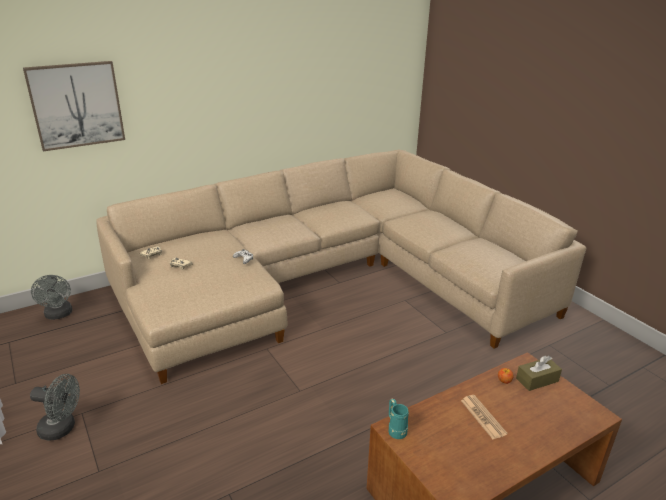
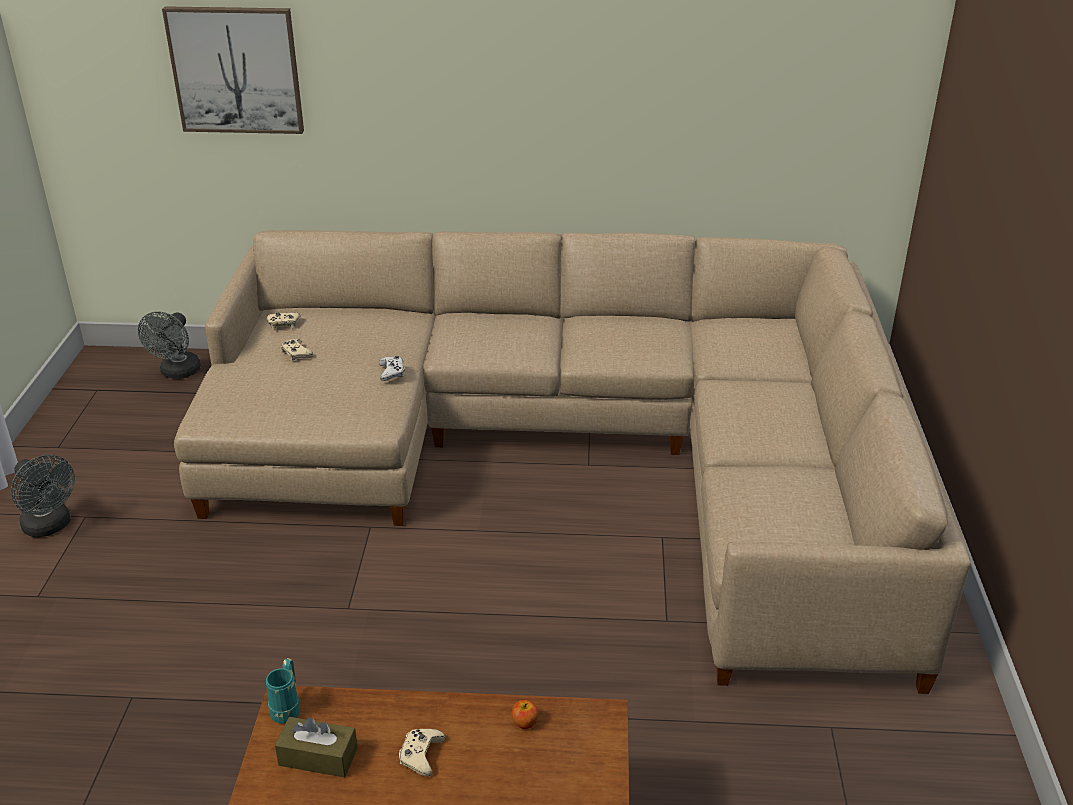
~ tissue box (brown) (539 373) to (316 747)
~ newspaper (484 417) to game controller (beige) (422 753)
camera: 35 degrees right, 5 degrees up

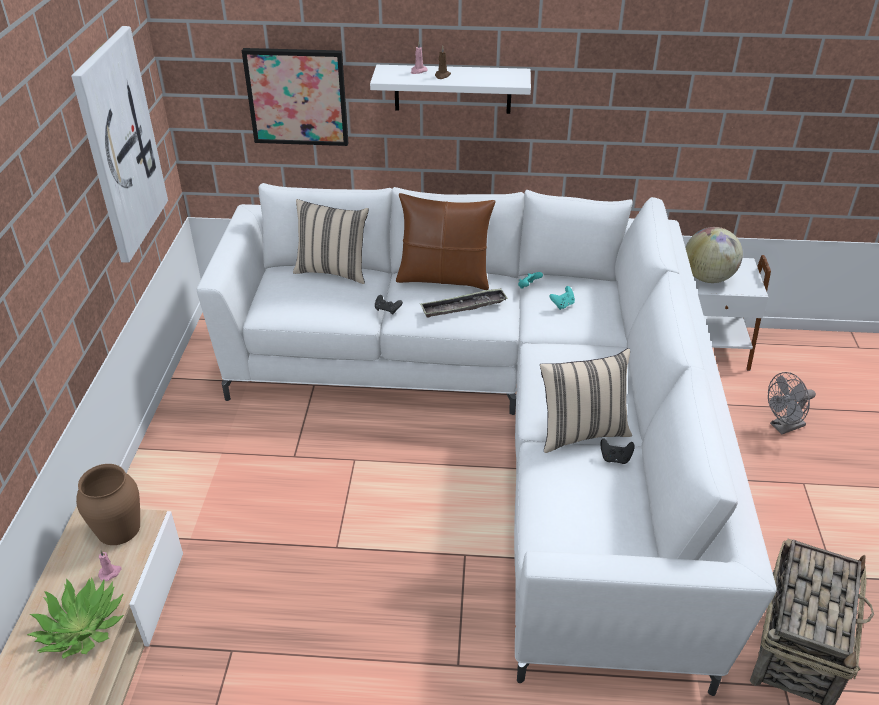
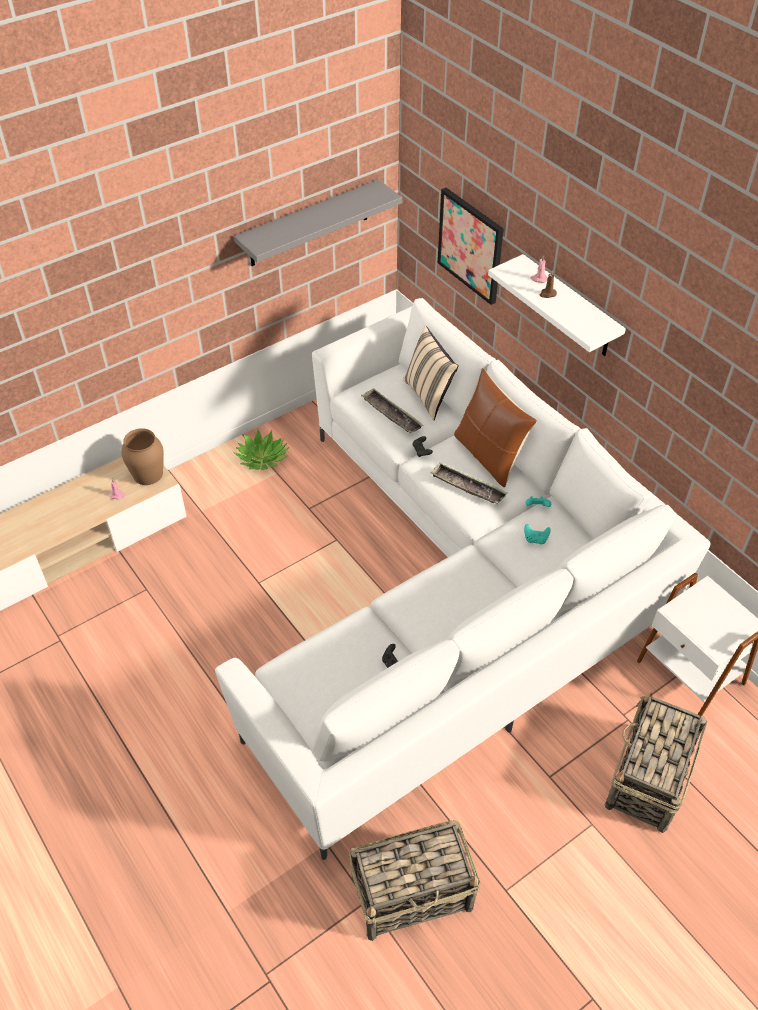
~ picture (119 144) to shelf (grey) (318 222)
- globe (714 255)
- pillow (beige) (586 400)
~ fan (grey) (792 403) to basket (656 762)
~ potted plant (75 618) to (261 449)
+ tray (392 410)
camera: 50 degrees right, 10 degrees up

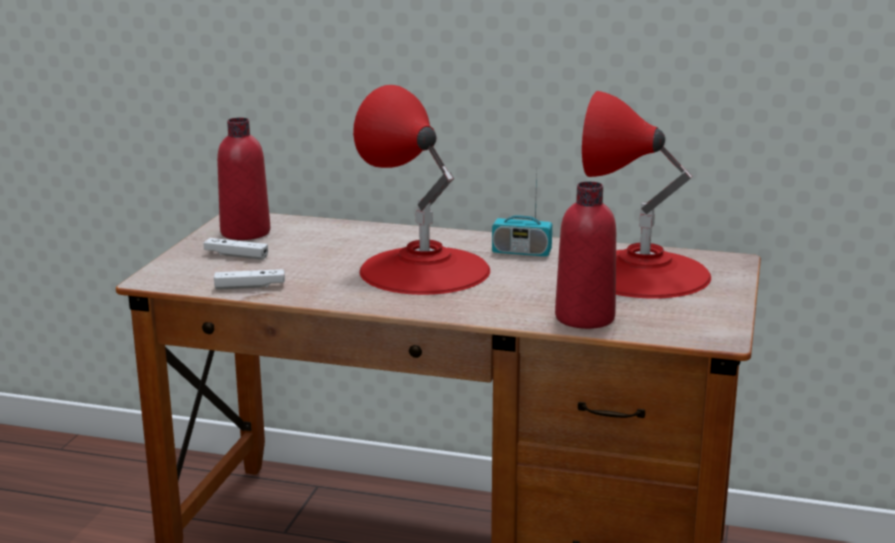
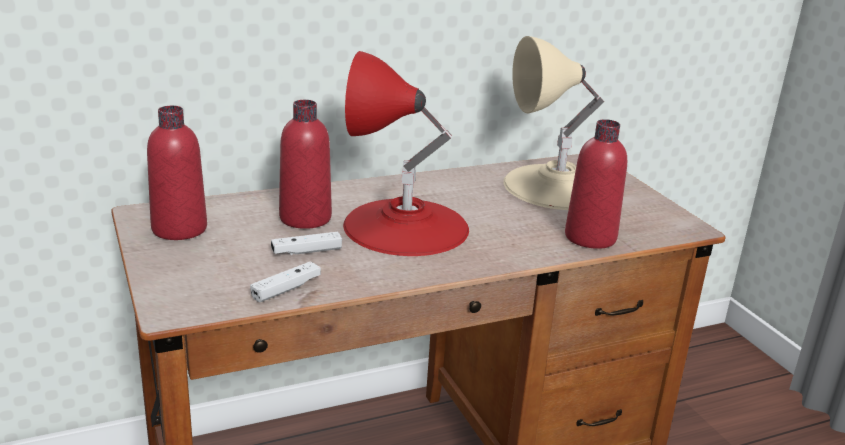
~ table lamp (red) (646 195) to table lamp (beige) (553 123)
- radio (522 212)
~ game controller (white) (235 249) to (306 243)
+ bottle (red) (305 164)
camera: 40 degrees left, 5 degrees up

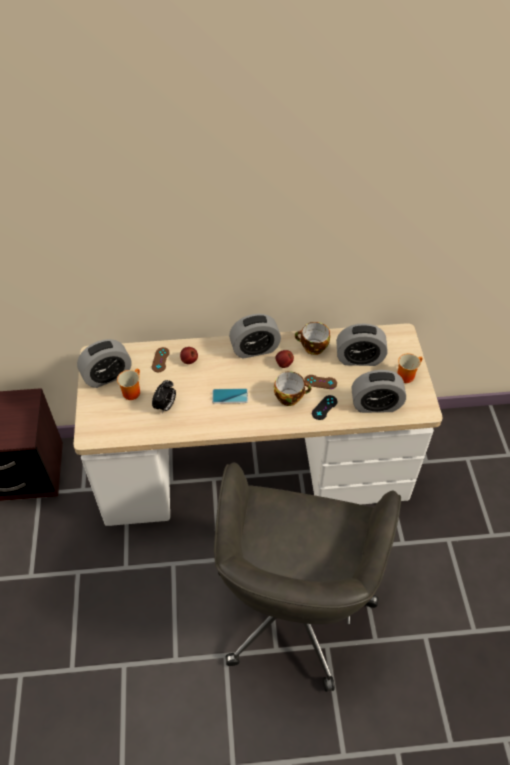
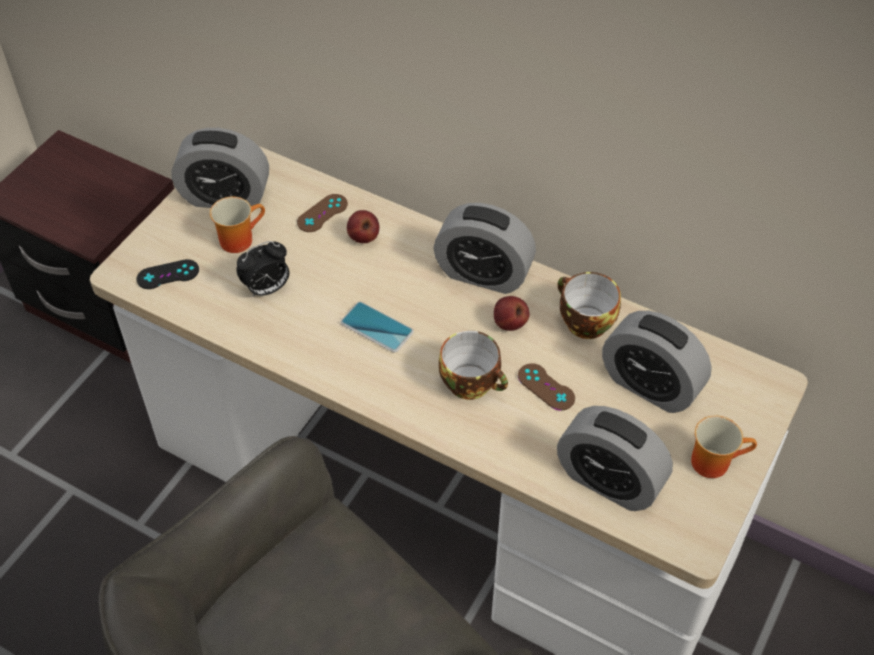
~ game controller (black) (325 407) to (167 274)
camera: 35 degrees right, 0 degrees up

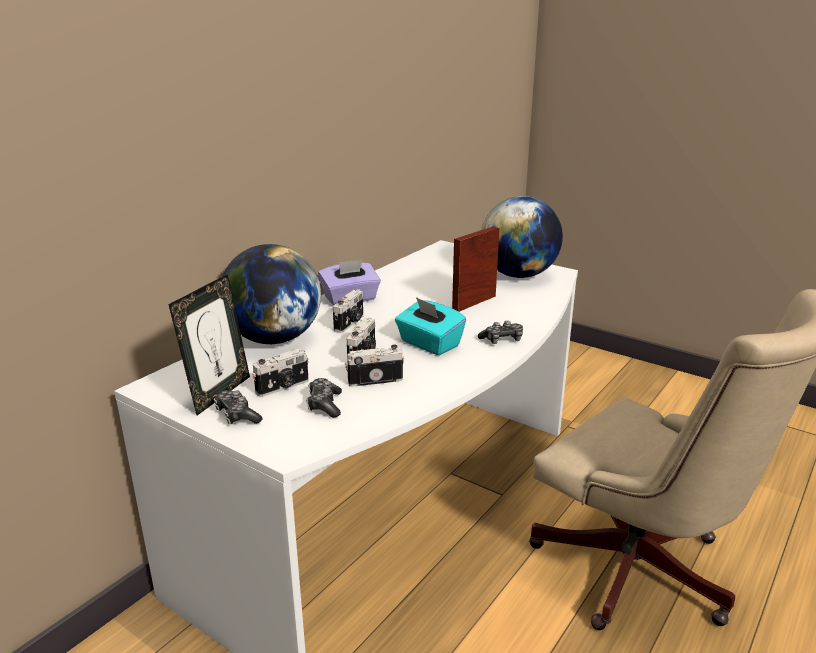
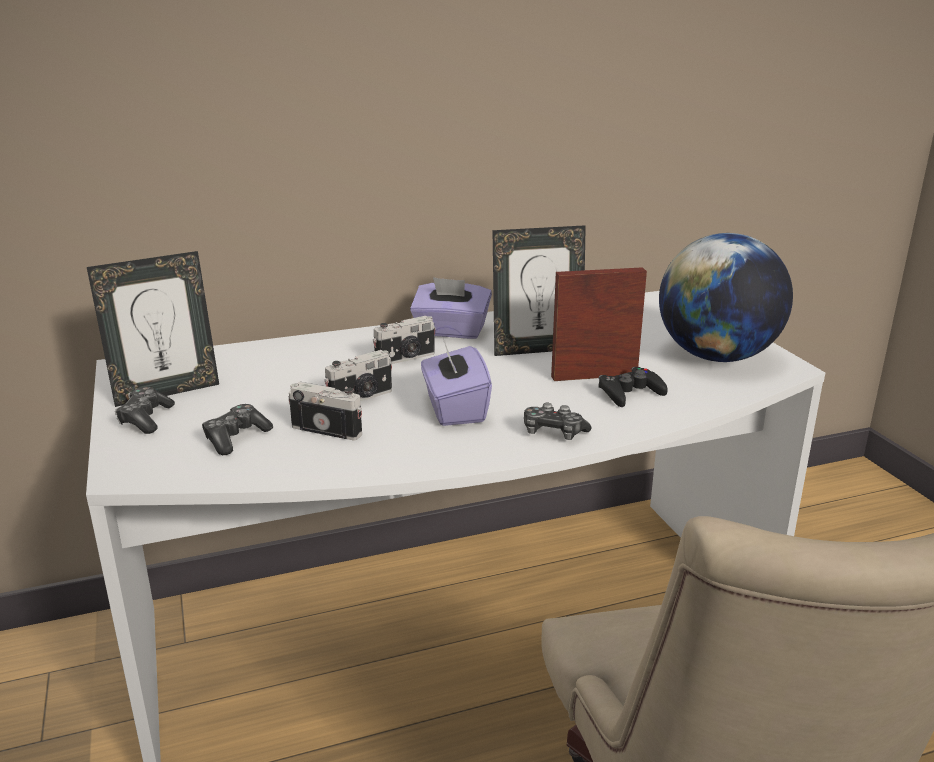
- globe (271 294)
~ tissue box (turquoise) (430 326) to tissue box (purple) (456 382)
- photo camera (280 372)
+ picture frame (539 290)
+ game controller (black) (633 387)
camera: 35 degrees right, 0 degrees up

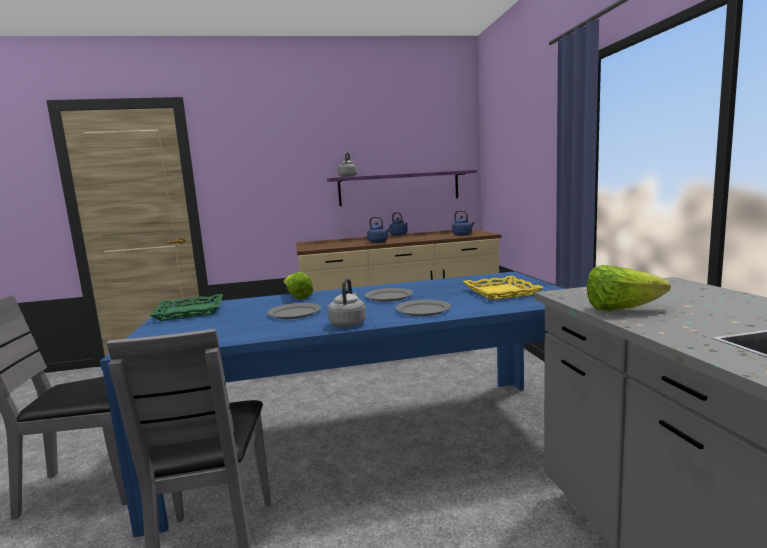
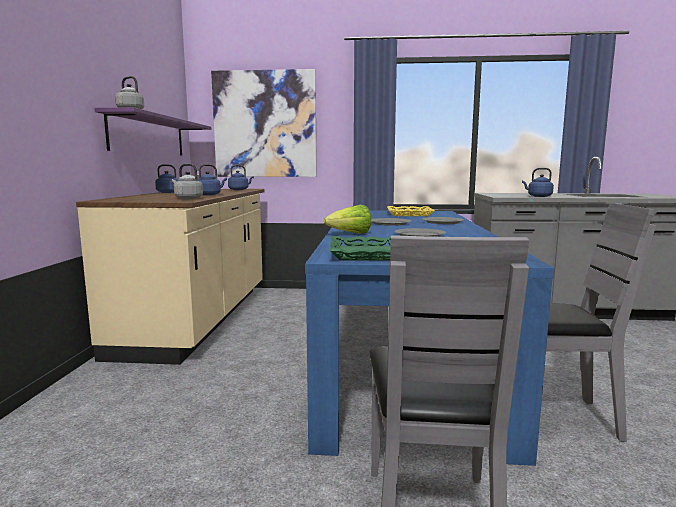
~ lettuce (629 288) to kettle (blue) (538 182)
~ kettle (grey) (347 302) to (187 181)
+ picture (264 123)
camera: 75 degrees left, 0 degrees up

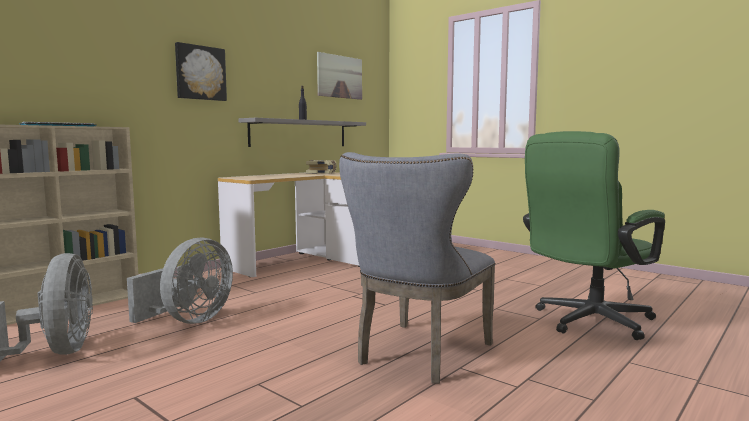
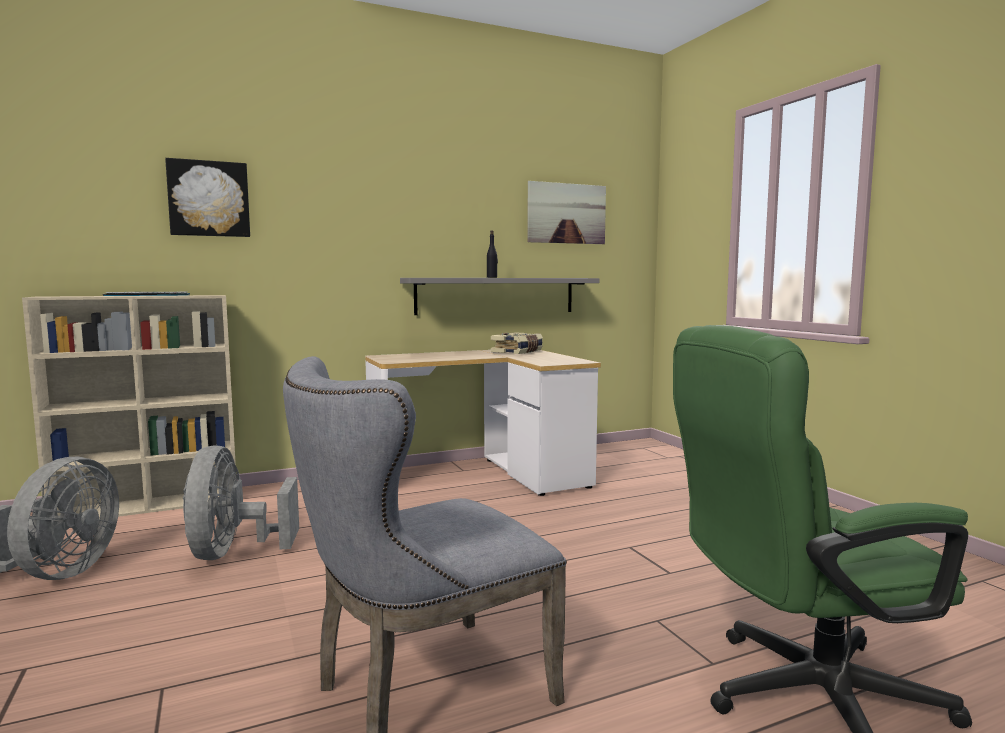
~ picture (201 71) to (207 197)
~ fan (grey) (180 280) = (241 502) 120 degrees clockwise
camera: 25 degrees right, 0 degrees up

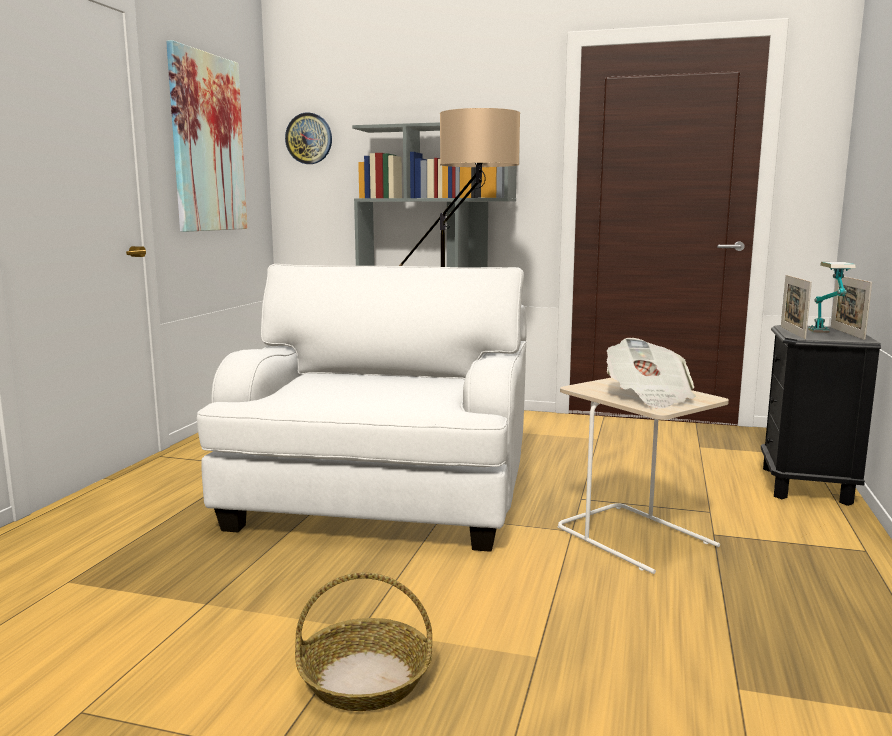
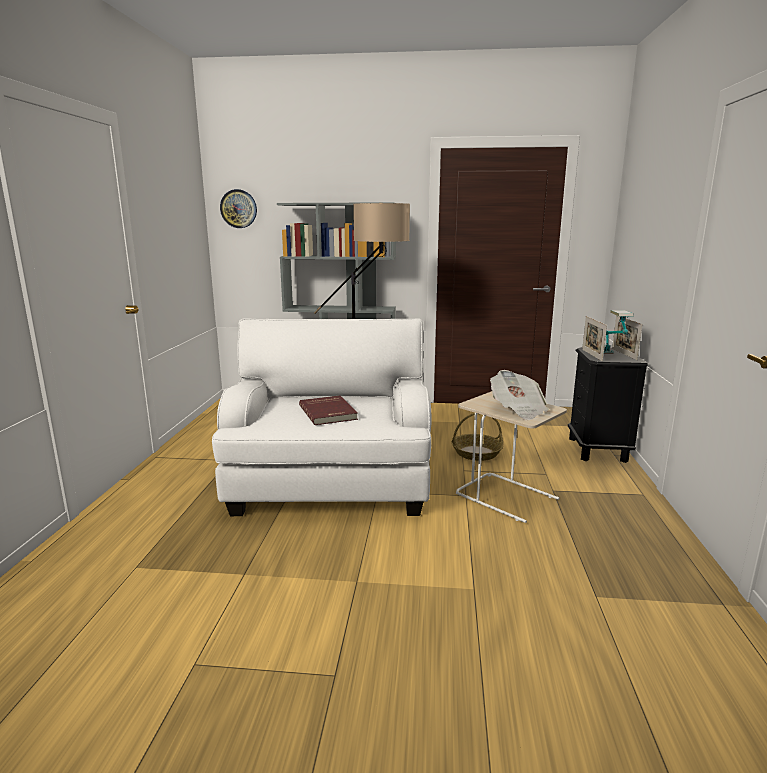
- picture (206 136)
~ basket (363 641) to (477 437)
+ book (red) (328 410)
camera: 10 degrees left, 5 degrees up

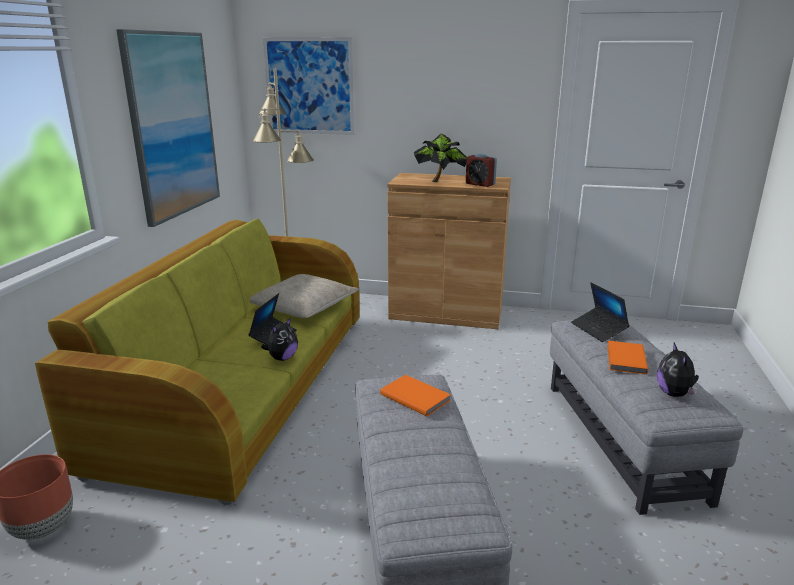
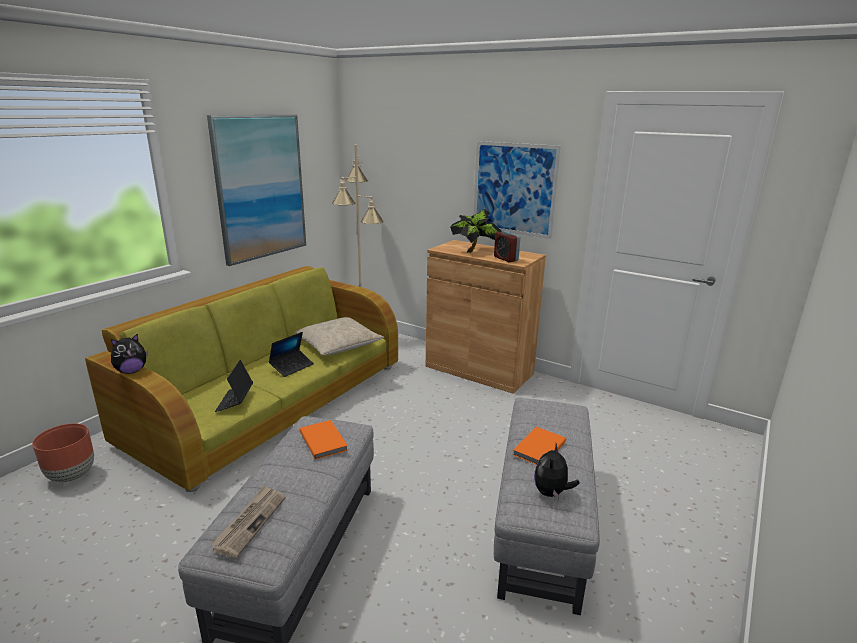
~ picture (309 86) to (517 190)
~ laptop (600 312) to (234 386)
~ plush toy (279 339) to (129 353)
+ newspaper (248 521)
camera: 20 degrees right, 0 degrees up

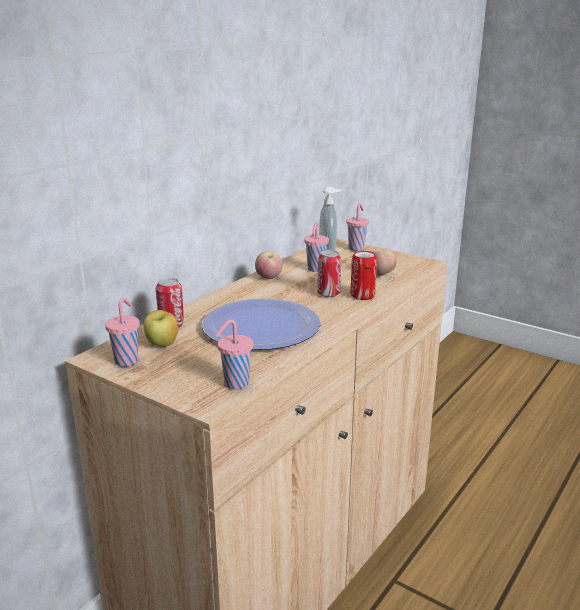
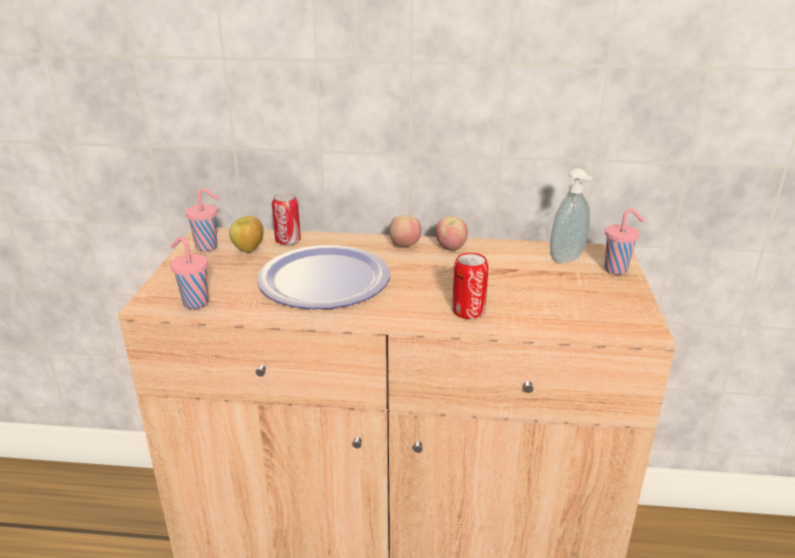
- cup (pink) (316 247)
~ apple (384 262) to (405 230)
- can (329 273)
camera: 60 degrees right, 5 degrees up

